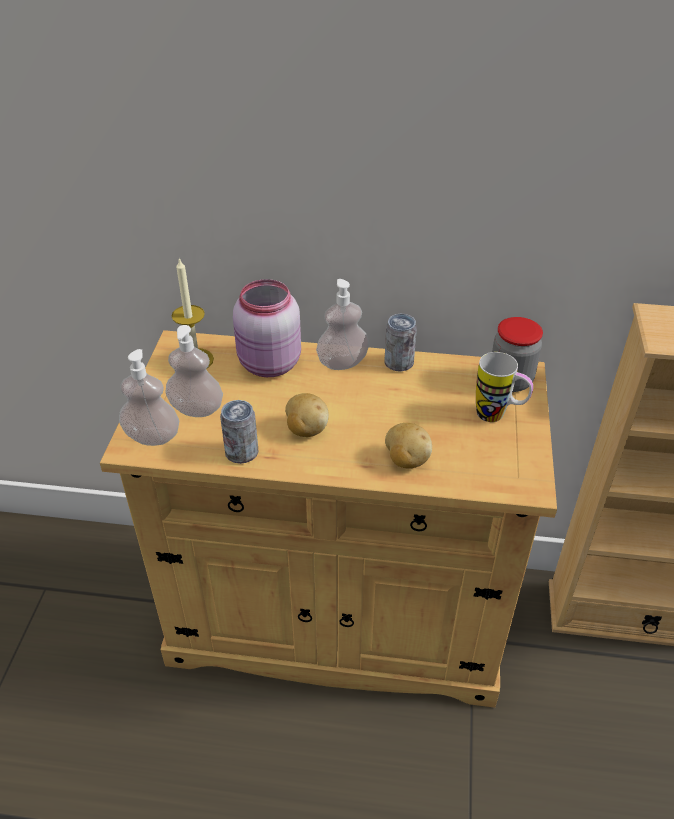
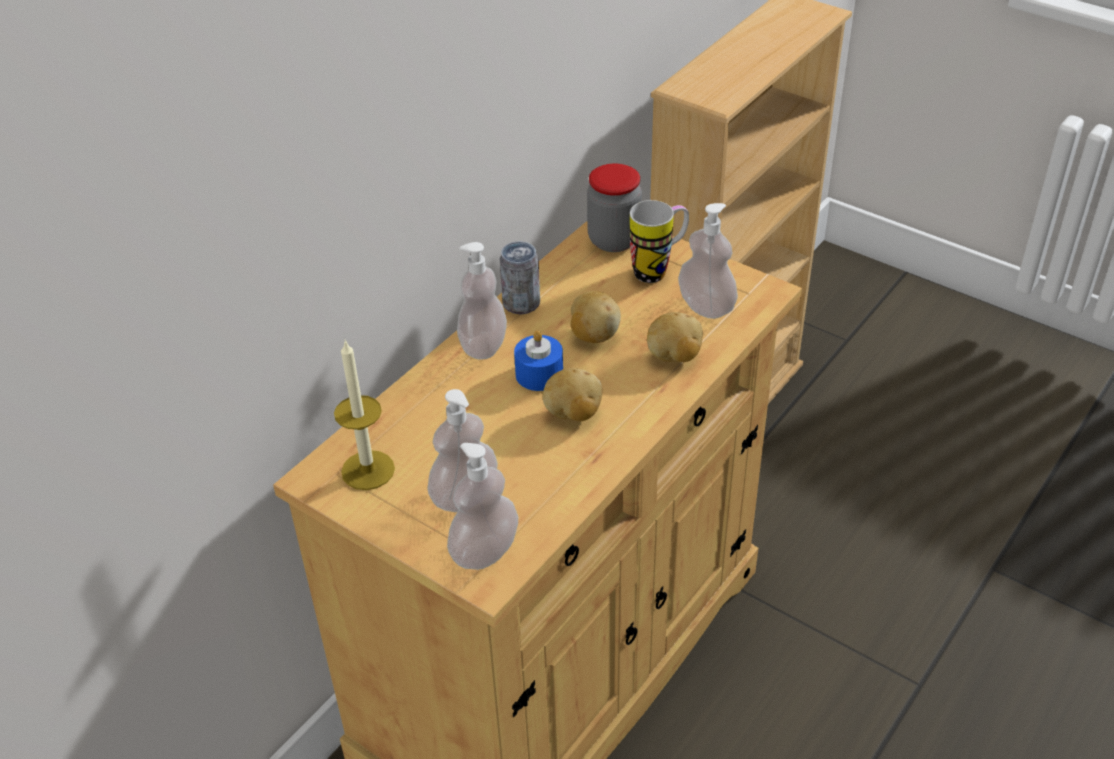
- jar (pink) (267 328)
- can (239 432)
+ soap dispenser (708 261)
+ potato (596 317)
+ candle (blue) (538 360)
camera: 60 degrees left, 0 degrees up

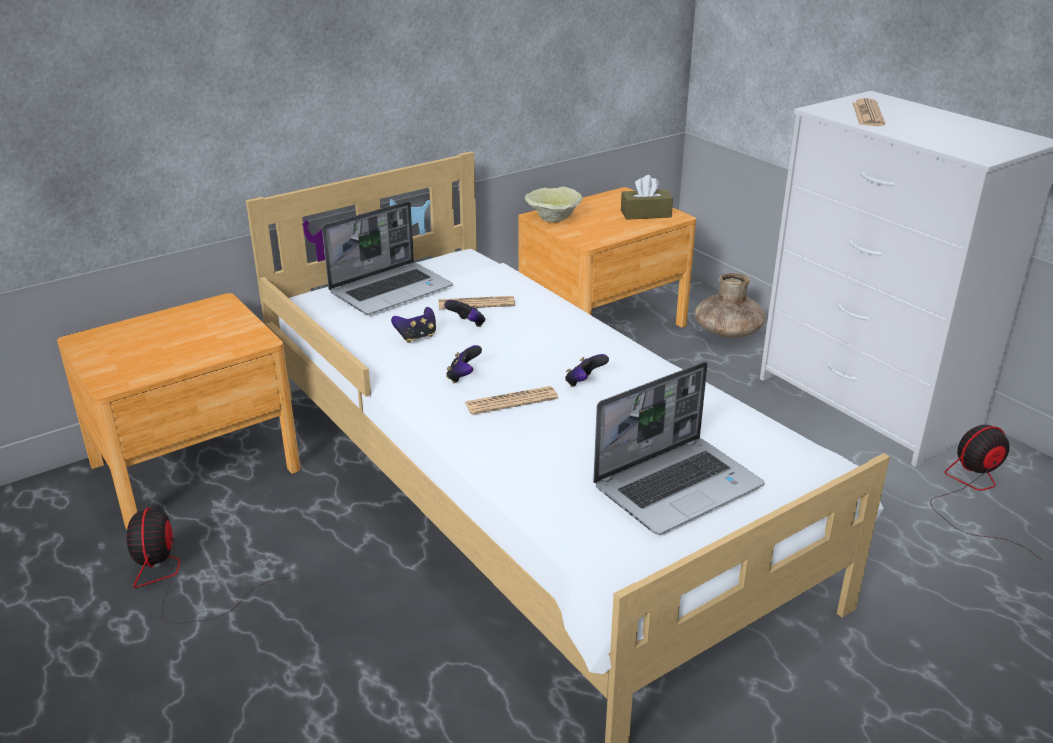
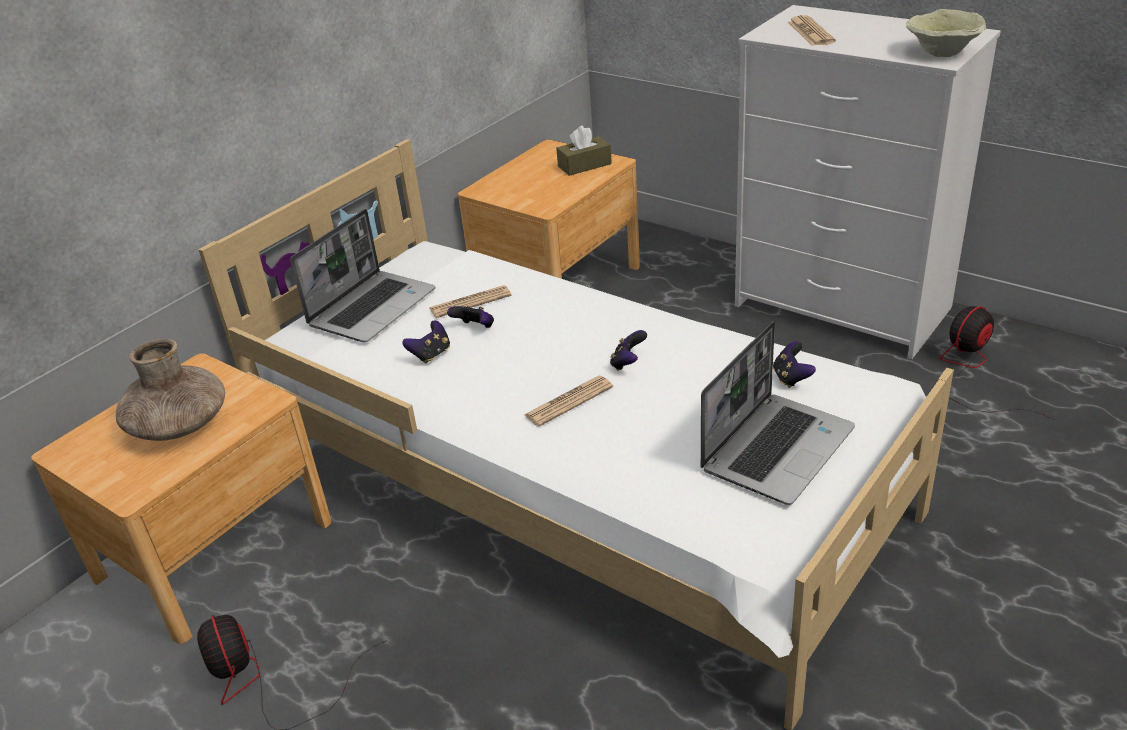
~ bowl (beige) (554 205) to (946 33)
~ vase (brown) (730 305) to (170 390)
~ game controller (464 364) to (794 364)
camera: 15 degrees left, 5 degrees up

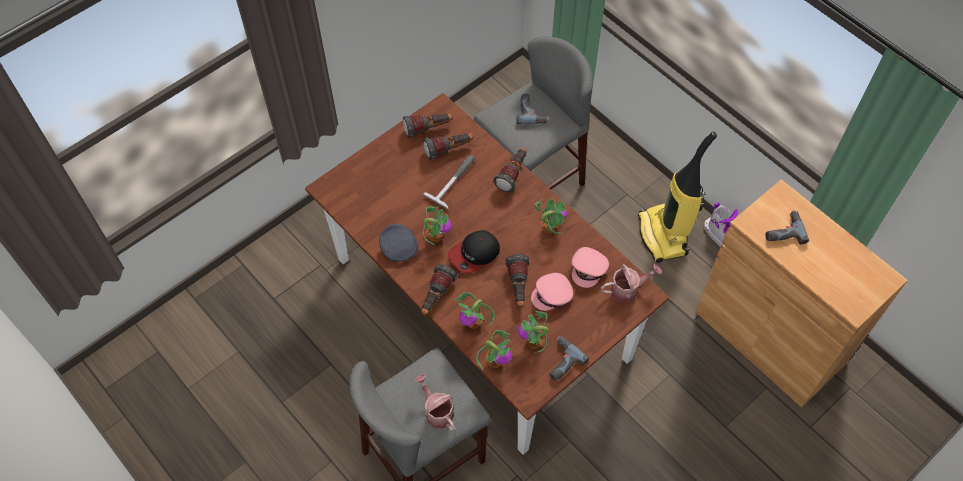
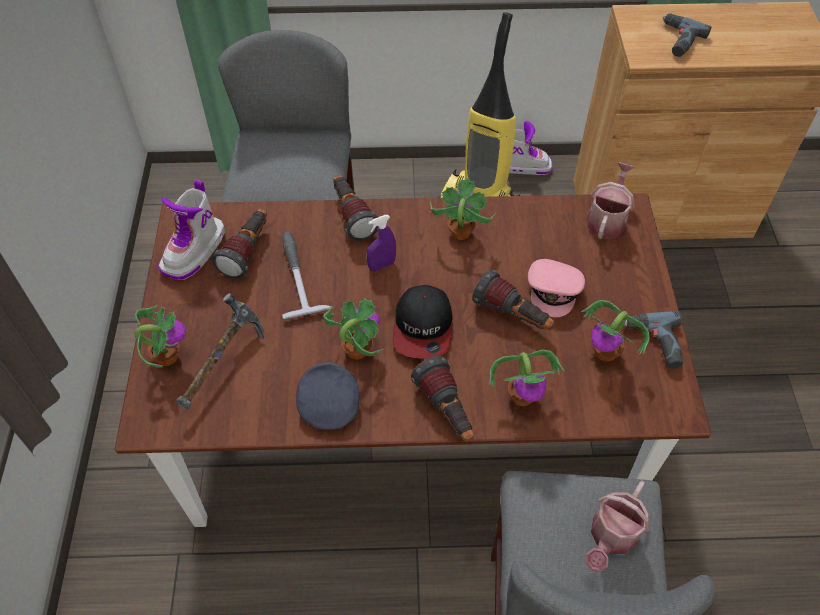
- power drill (532 109)
~ flashlight (428 125) to boot (191 230)
~ cap (grey) (398 243) = (328 396) 75 degrees clockwise
- cap (pink) (590 267)
~ potted plant (494 350) to (160 336)
~ watering can (435 403) = (618 526) 60 degrees counterclockwise
+ spray bottle (purple) (381 243)
+ hammer (220 351)
camera: 50 degrees left, 5 degrees down

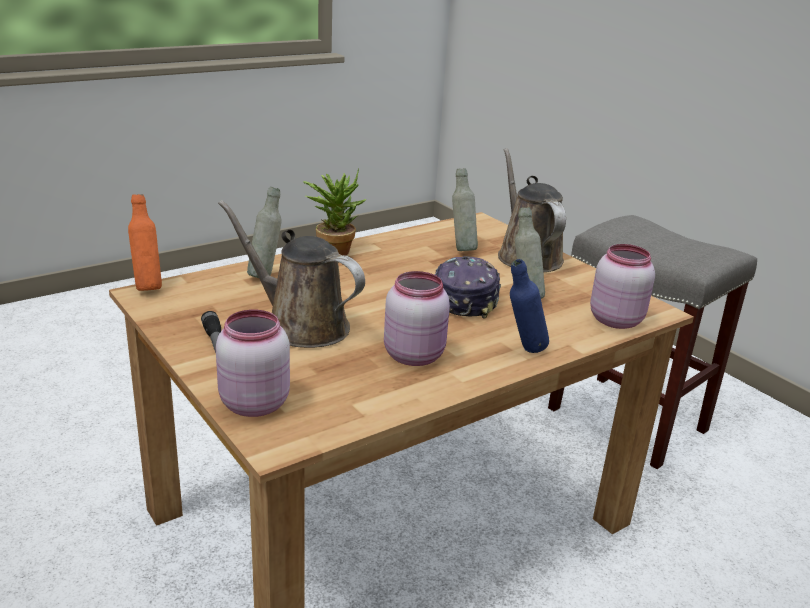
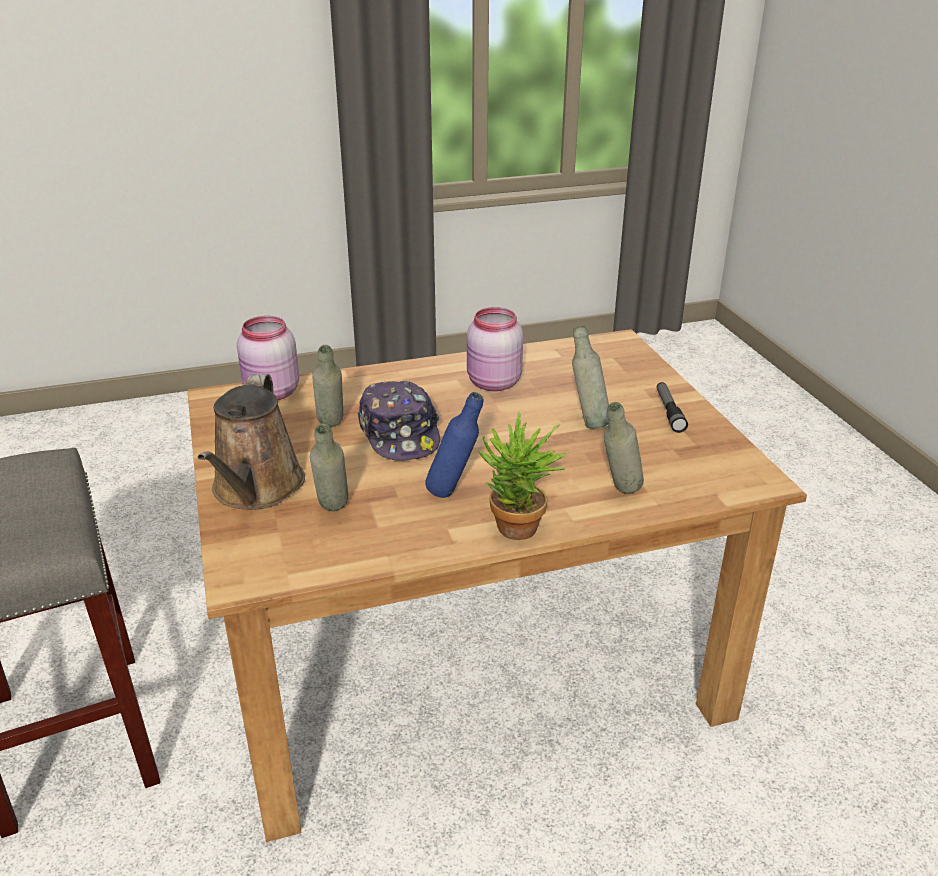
- bottle (orange) (145 242)
~ watering can (brown) (291 274) to bottle (grey) (590 377)
~ cap (467 287) = (399 421) 45 degrees counterclockwise
~ bottle (blue) (529 306) to (454 445)
- jar (pink) (253 363)
camera: 160 degrees left, 5 degrees up

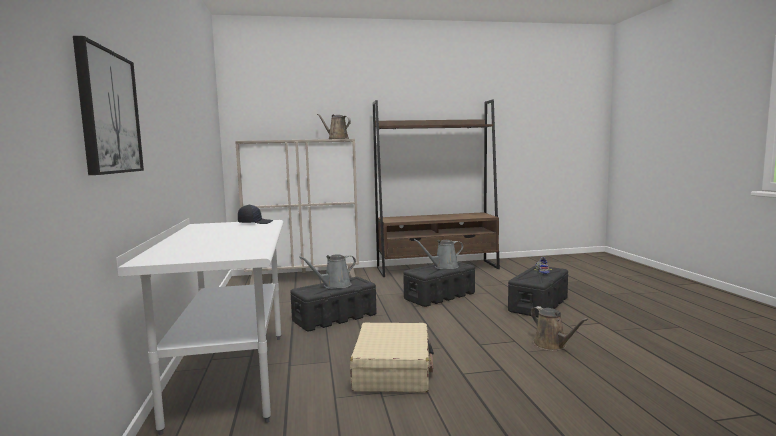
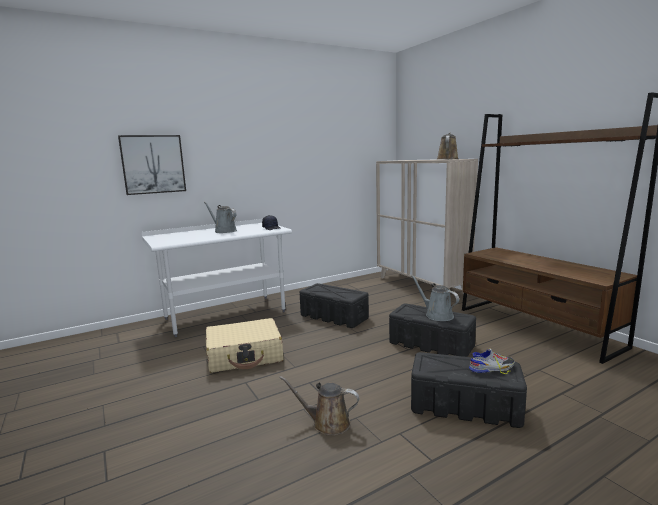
~ watering can (grey) (327 271) to (220 217)
~ watering can (brown) (560 328) = (319 406) 60 degrees clockwise
camera: 70 degrees right, 5 degrees up

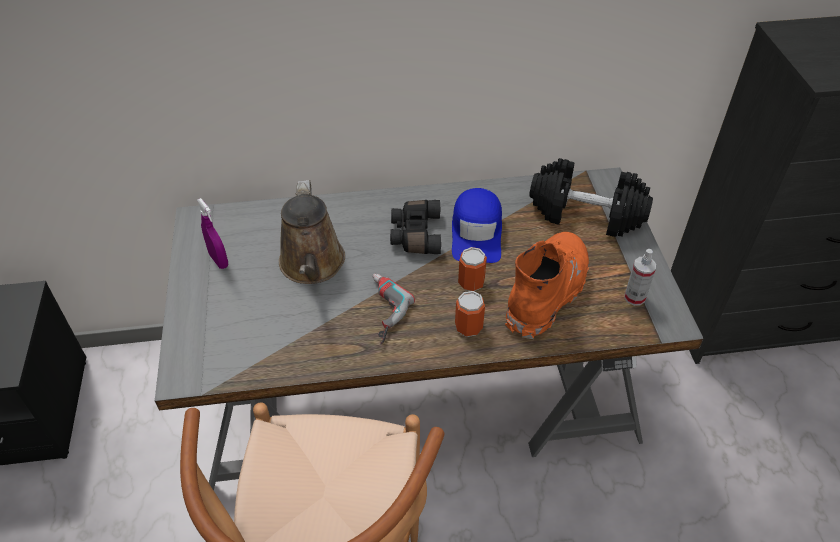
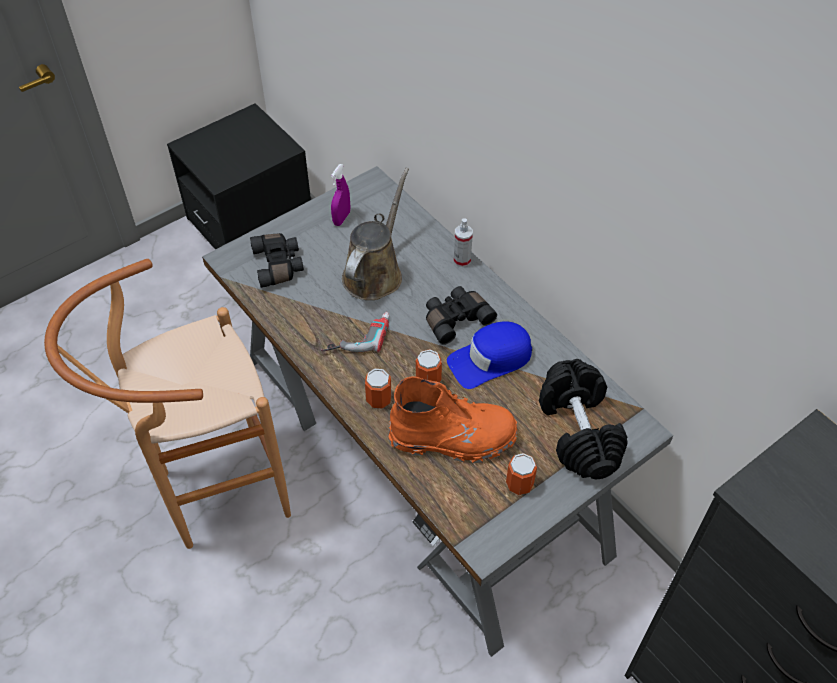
~ watering can (brown) (312 232) = (375 234) 150 degrees clockwise
~ spray bottle (640 277) to (463 242)
+ binoculars (black) (277 260)
+ can (521 474)
camera: 60 degrees right, 5 degrees up

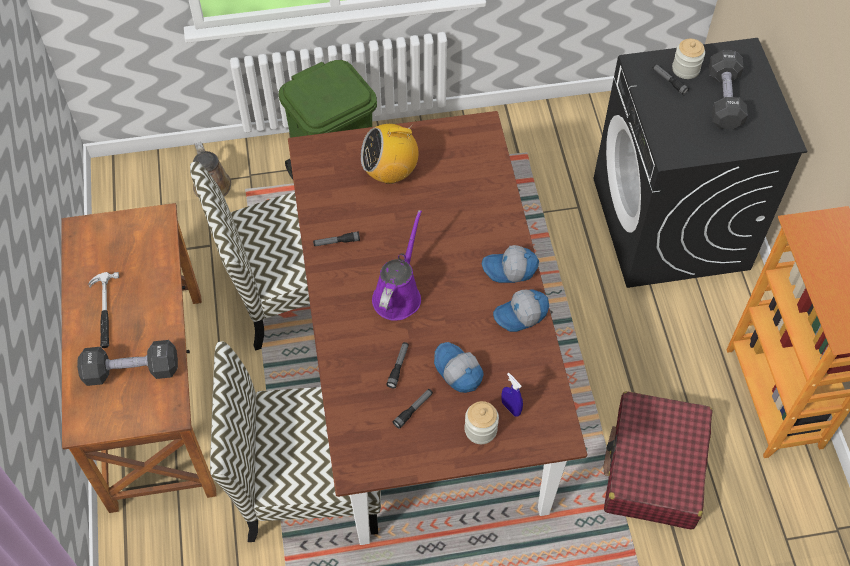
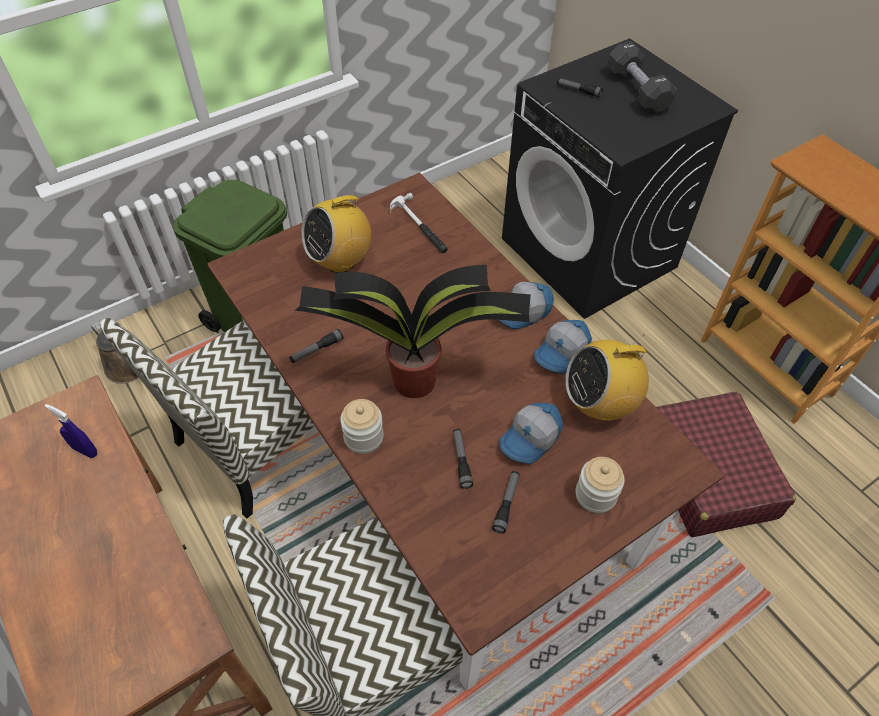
~ jar (688 59) to (362 426)
~ watering can (purple) (397 265) to potted plant (413 331)
~ hammer (103 310) to (419 223)
- dumbbell (black) (127 363)
~ cap (459 367) = (531 433) 75 degrees counterclockwise
~ spray bottle (blue) (512 395) to (71 431)
+ radio (607 377)
camera: 25 degrees left, 5 degrees down

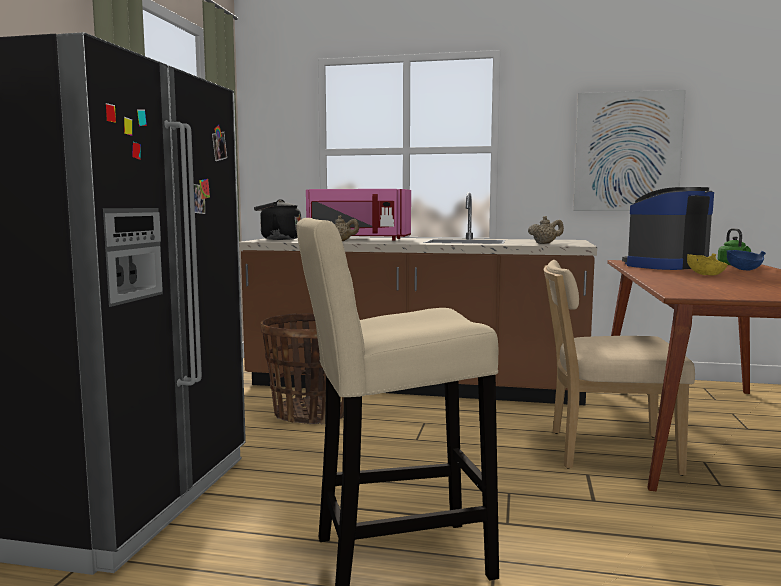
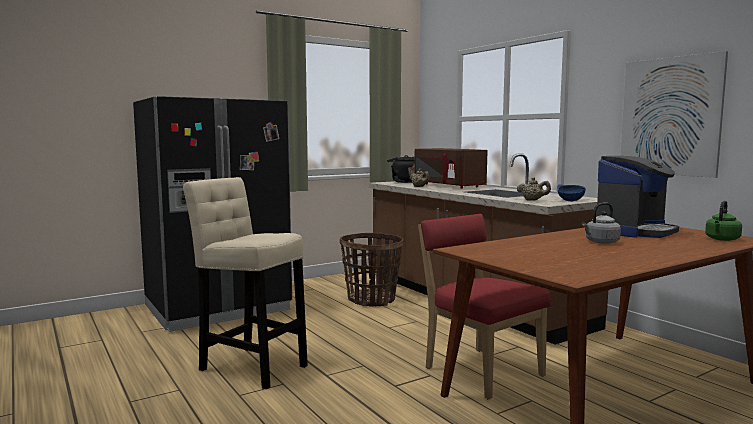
~ coffee machine (668 228) = (638 197) 120 degrees clockwise
~ microwave (pink) (358 214) to microwave (brown) (451 168)
~ bowl (blue) (746 260) to (571 193)
~ bowl (yellow) (707 264) to kettle (grey) (601 223)
~ chair (beige) (619 368) to chair (red) (484 307)
camera: 45 degrees right, 0 degrees up

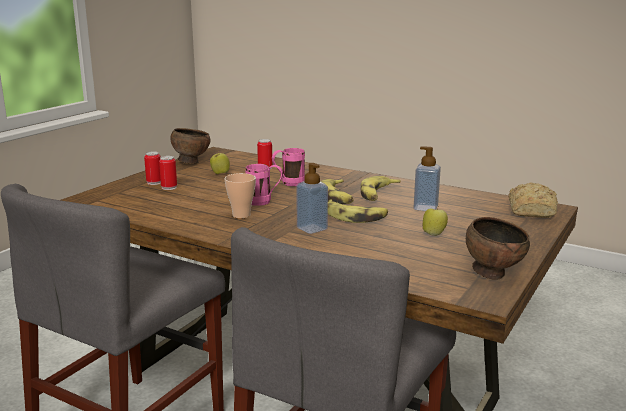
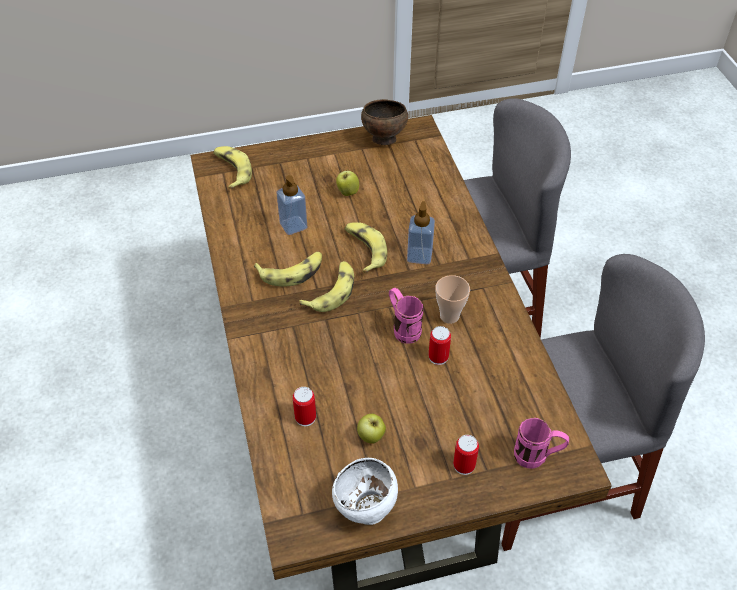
~ bowl (brown) (190 146) to bowl (white) (365 491)
~ mug (pink) (288 167) to (541 443)
~ can (168 173) to (439 345)
~ bread (533 200) to banana (232 167)
camera: 135 degrees left, 30 degrees up

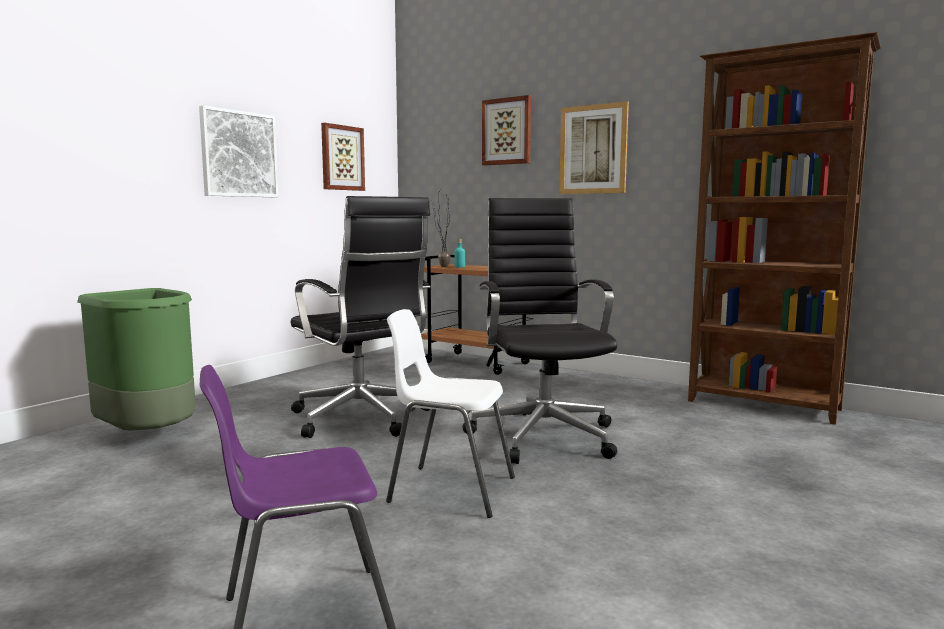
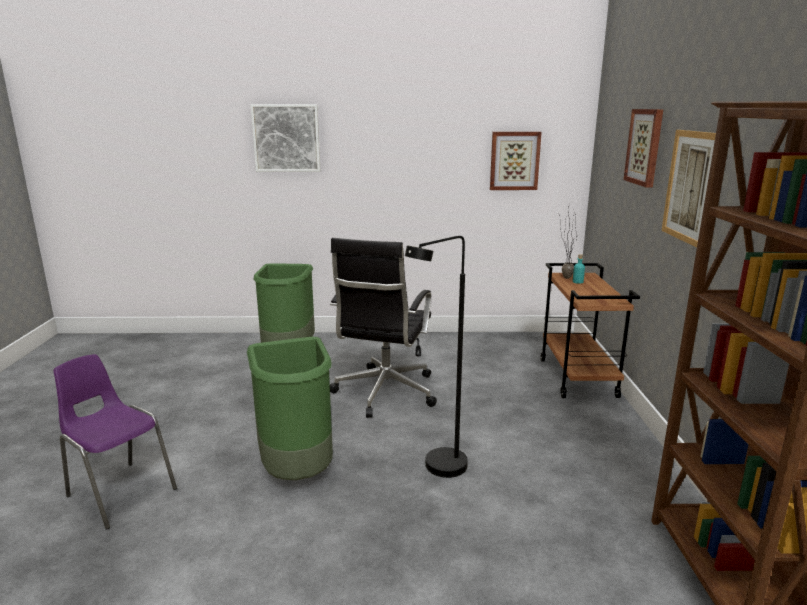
~ picture (239 151) to (285 138)
~ office chair (black) (539 331) to floor lamp (black) (436 357)
~ chair (white) (450 413) to trash can (green) (290 408)
camera: 55 degrees right, 10 degrees up

